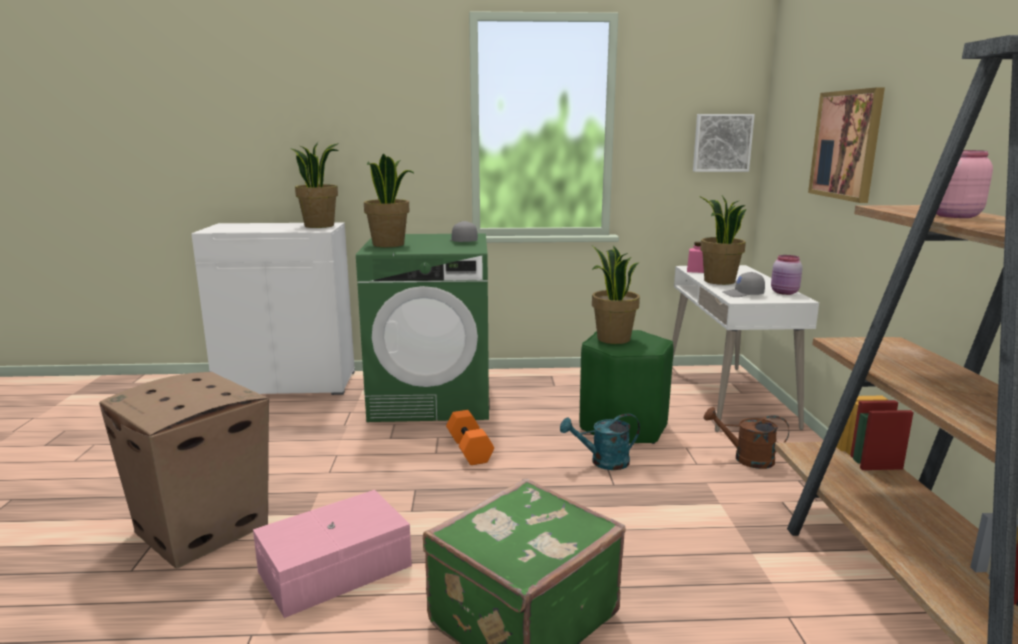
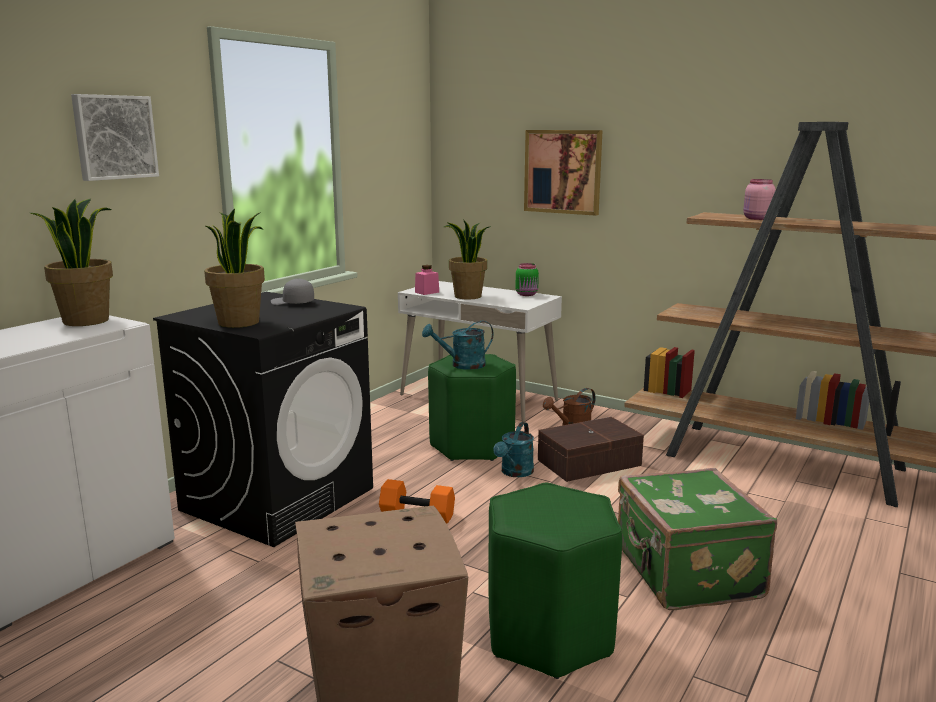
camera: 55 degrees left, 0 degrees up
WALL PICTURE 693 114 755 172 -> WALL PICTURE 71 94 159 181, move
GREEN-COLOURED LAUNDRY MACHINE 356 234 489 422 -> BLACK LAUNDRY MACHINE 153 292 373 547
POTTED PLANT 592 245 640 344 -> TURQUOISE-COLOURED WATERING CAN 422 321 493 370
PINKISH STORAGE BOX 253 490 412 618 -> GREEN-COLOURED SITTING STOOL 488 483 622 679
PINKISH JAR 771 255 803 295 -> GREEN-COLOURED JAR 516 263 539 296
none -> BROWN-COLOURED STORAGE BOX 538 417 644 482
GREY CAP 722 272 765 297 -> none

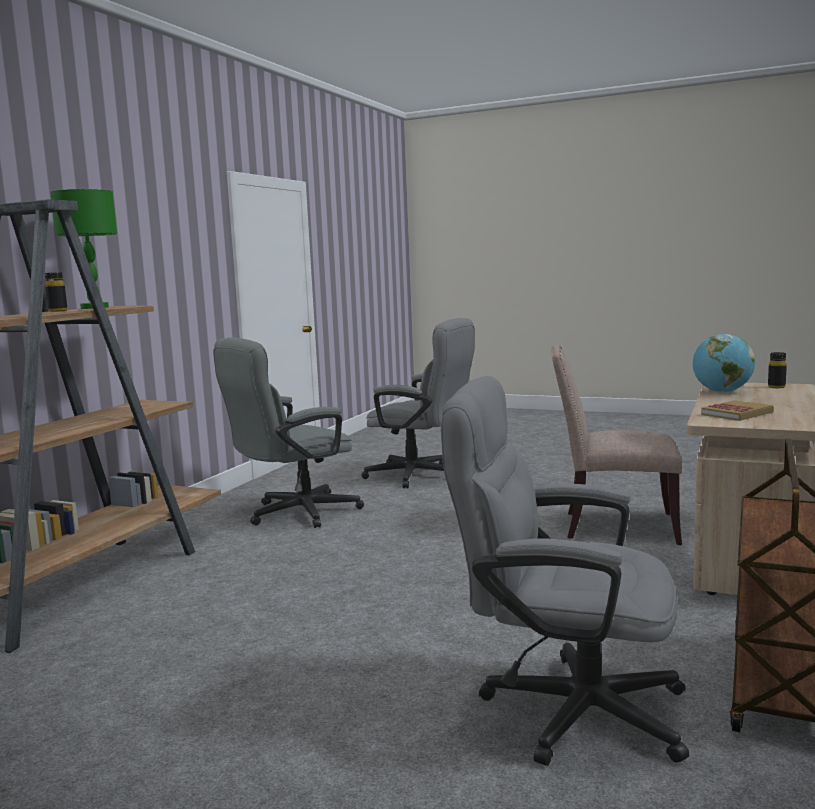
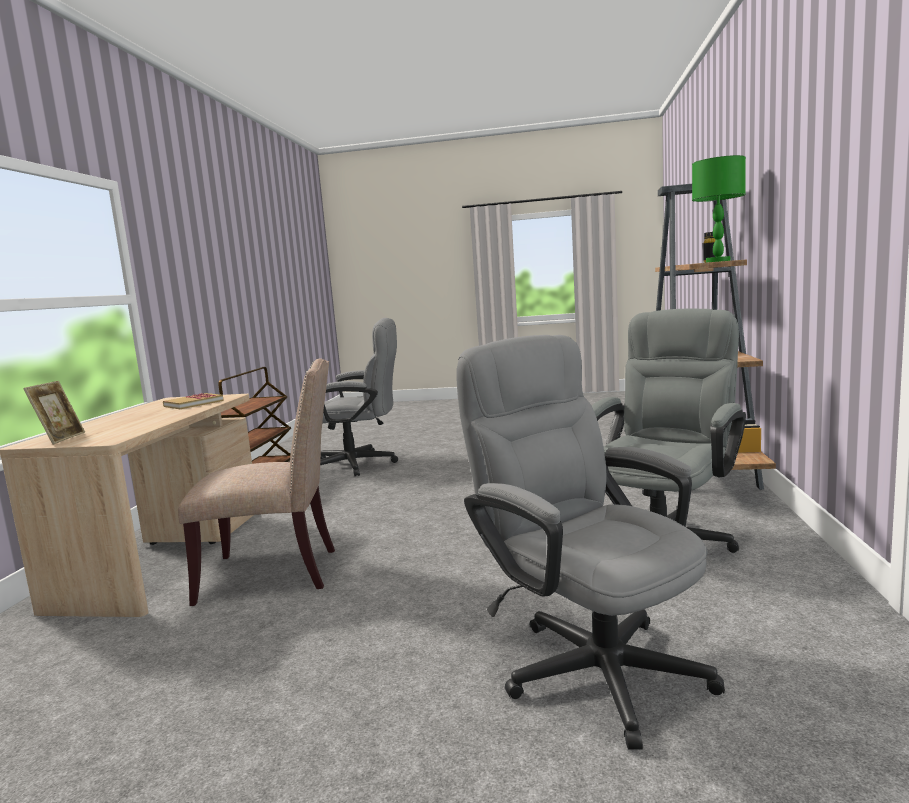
camera: 165 degrees right, 0 degrees up
BLACK BEVERAGE BOTTLE 768 352 787 388 -> PICTURE FRAME 23 381 85 445
GREY DESK CHAIR 361 318 475 488 -> GREY DESK CHAIR 456 335 725 750, 45 degrees clockwise
GLOBE 693 334 755 392 -> none

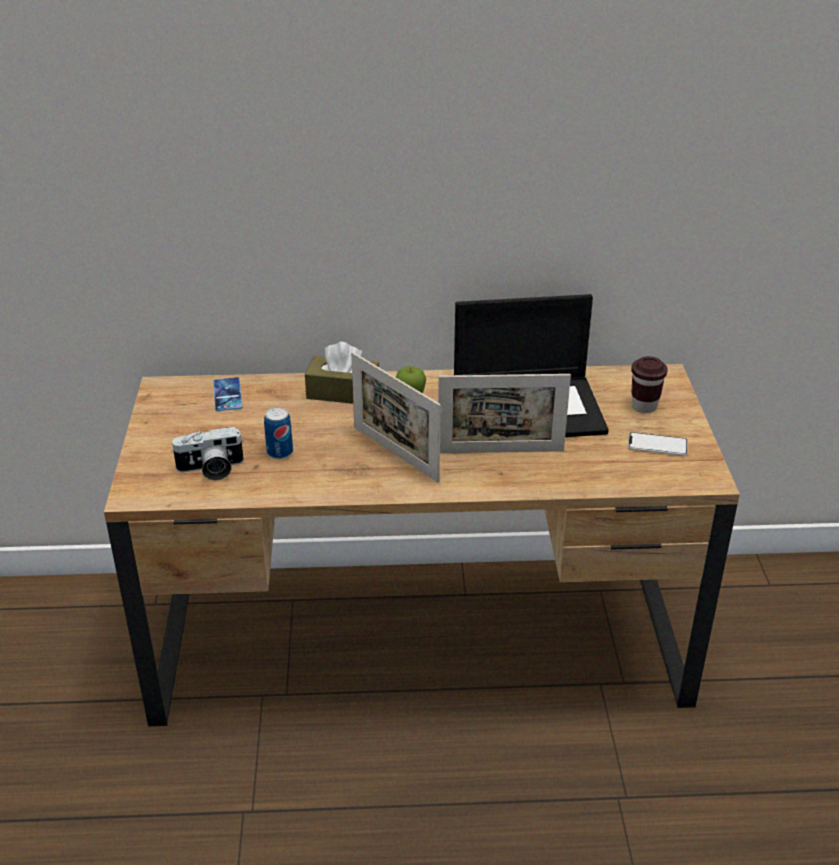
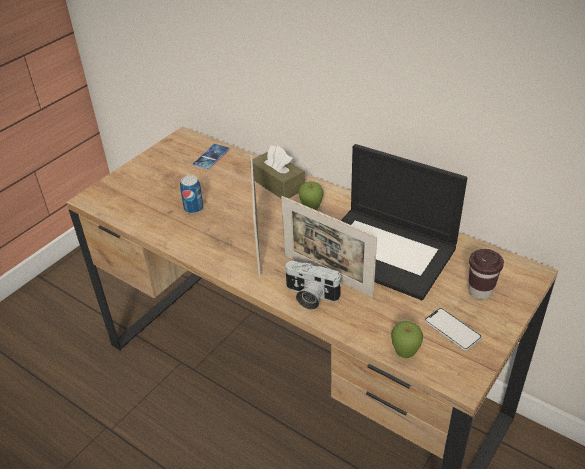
camera: 40 degrees right, 5 degrees up
PHOTO CAMERA 171 427 244 481 -> PHOTO CAMERA 284 261 342 310, move
none -> APPLE FRUIT 391 321 423 358

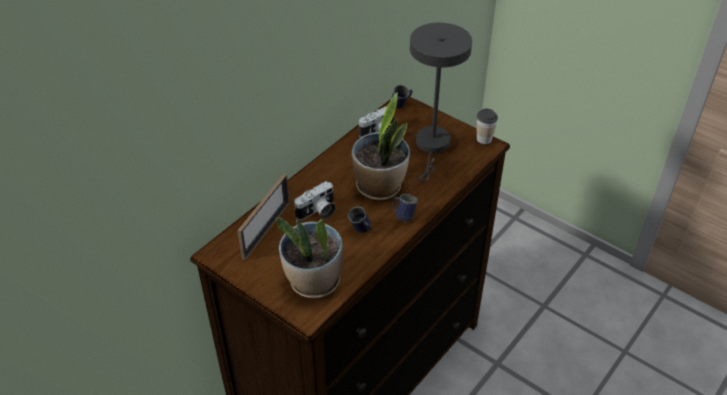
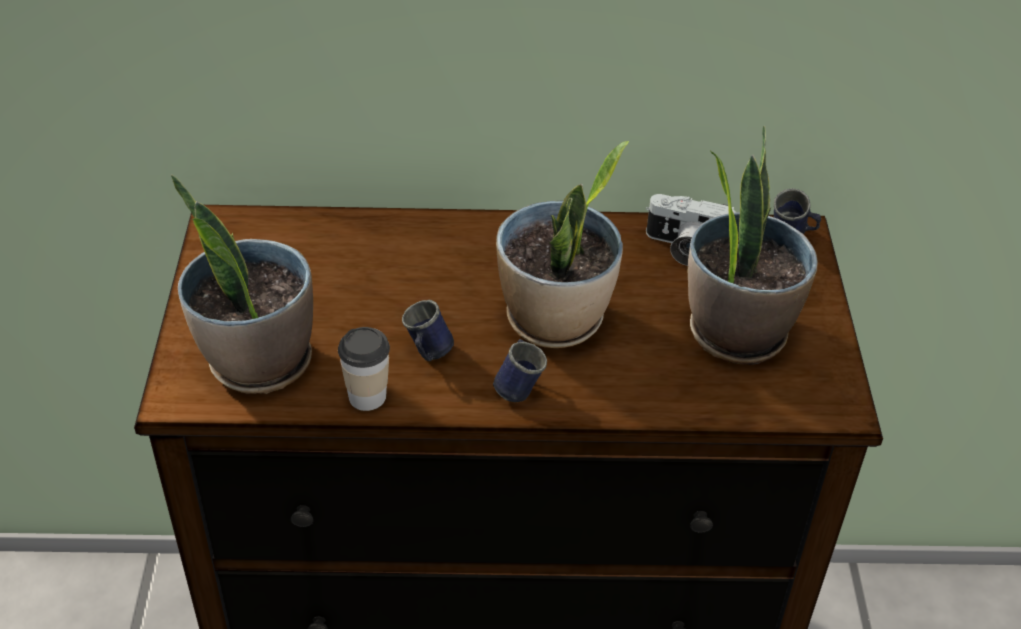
camera: 50 degrees right, 0 degrees up
SMALL CUP 477 109 498 144 -> SMALL CUP 338 327 390 411, move
GREY TABLE LAMP 410 23 472 182 -> POTTED PLANT 688 126 818 365
PICTURE FRAME 237 174 289 260 -> none
PHOTO CAMERA 294 181 336 220 -> none

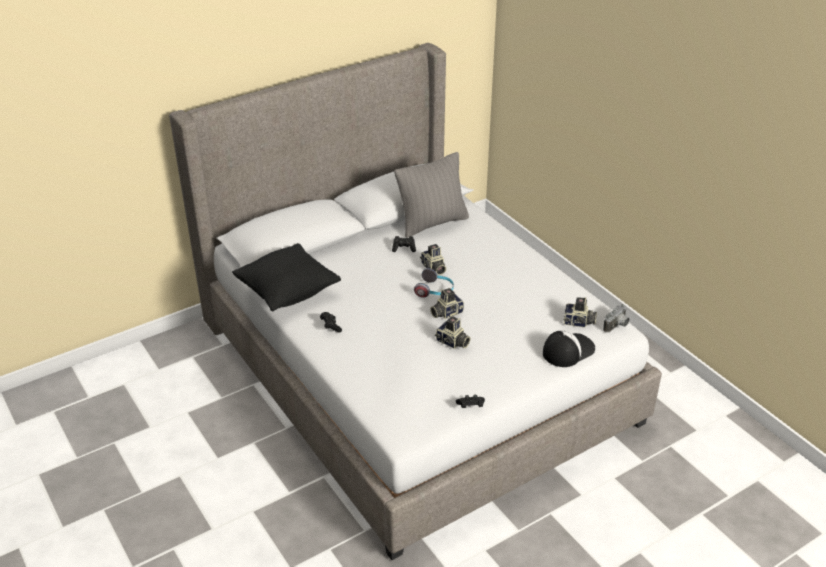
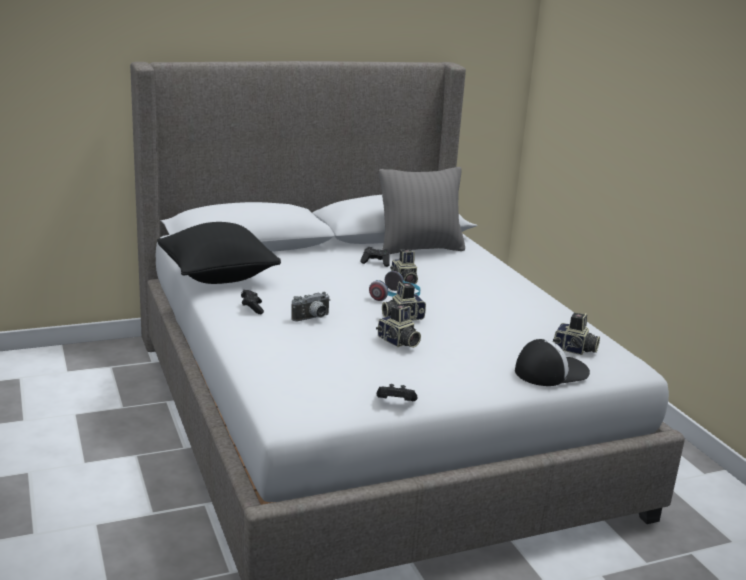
camera: 10 degrees right, 15 degrees down
PHOTO CAMERA 603 304 629 333 -> PHOTO CAMERA 291 292 330 321, move

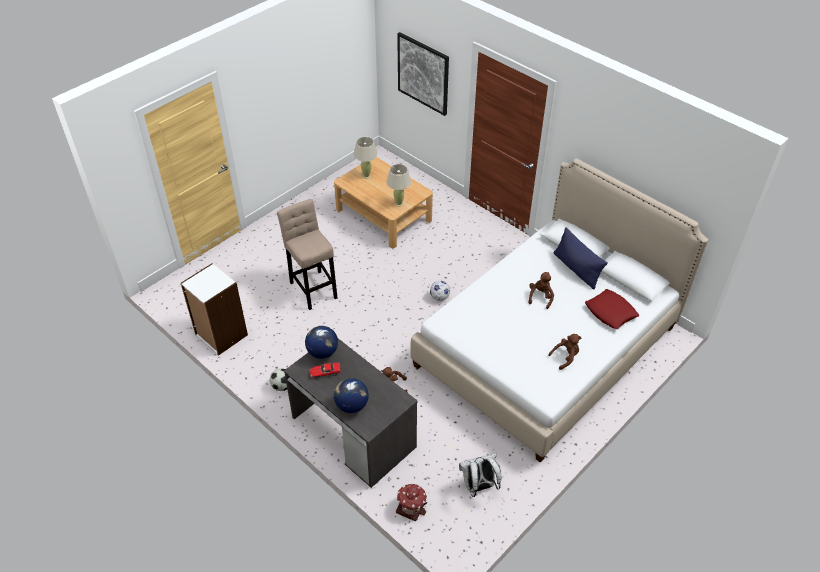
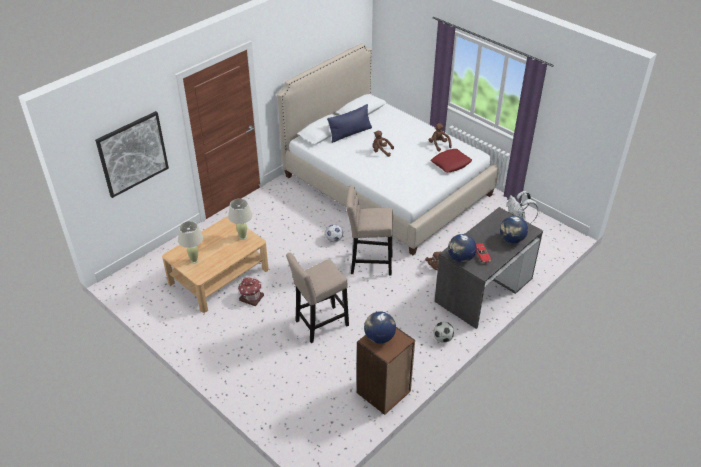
camera: 90 degrees left, 5 degrees down
MINIATURE HOUSE 396 484 427 521 -> MINIATURE HOUSE 238 277 264 306, move
none -> BEIGE-COLOURED SITTING STOOL 346 185 393 275
WHITE-COLOURED SHELVING UNIT 181 263 248 356 -> BROWN-COLOURED SHELVING UNIT 357 327 415 415
none -> GLOBE 364 311 396 344
REDDISH THROW PILLOW 585 289 639 329 -> REDDISH THROW PILLOW 431 149 472 172, move

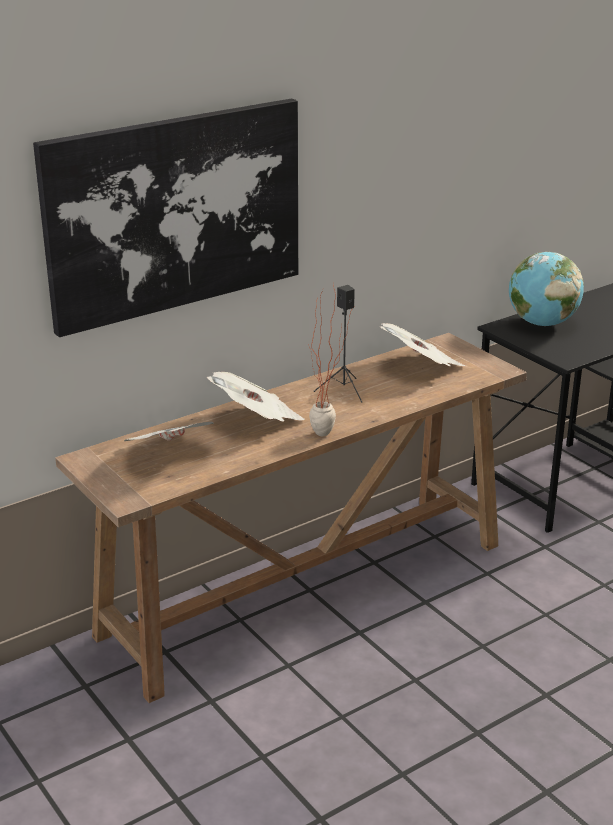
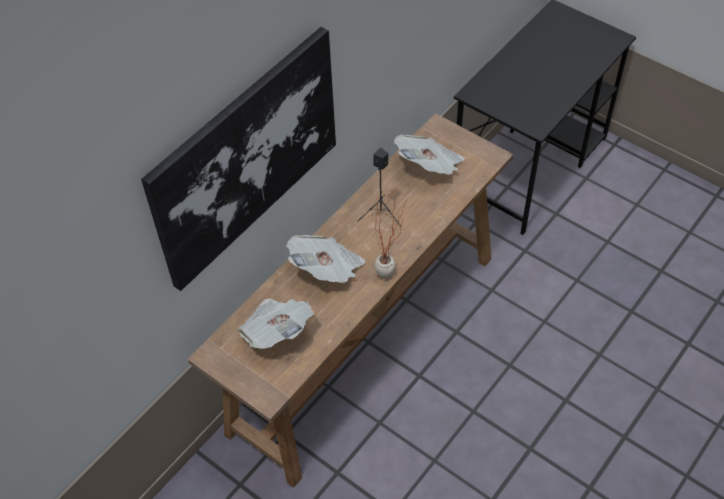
camera: 15 degrees left, 25 degrees up
GLOBE 509 252 584 326 -> none

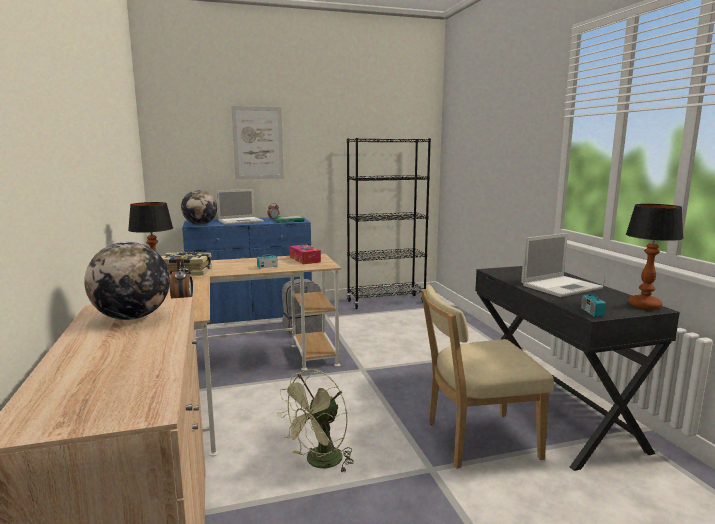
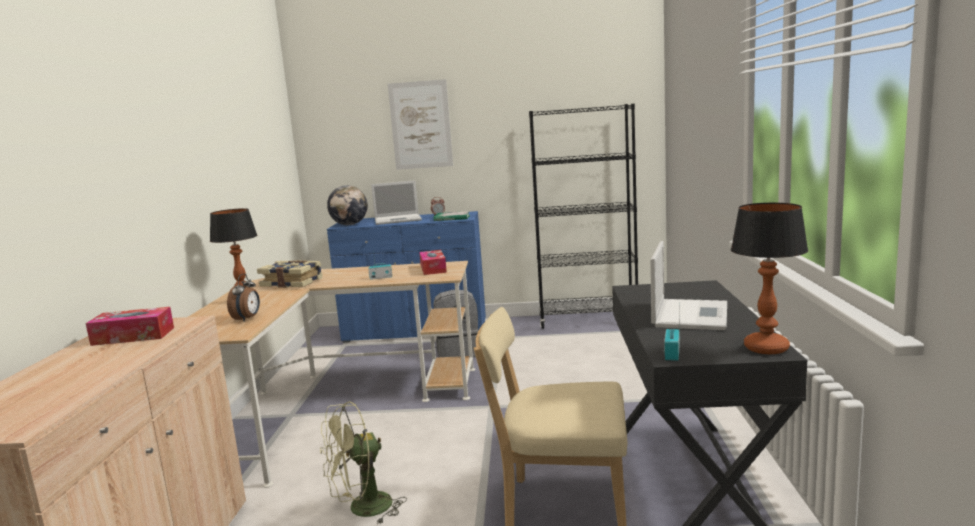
camera: 20 degrees right, 0 degrees up
GLOBE 84 242 170 320 -> TISSUE HOLDER 86 307 174 346
LAPTOP 521 233 603 297 -> LAPTOP 650 241 727 330, 60 degrees counterclockwise

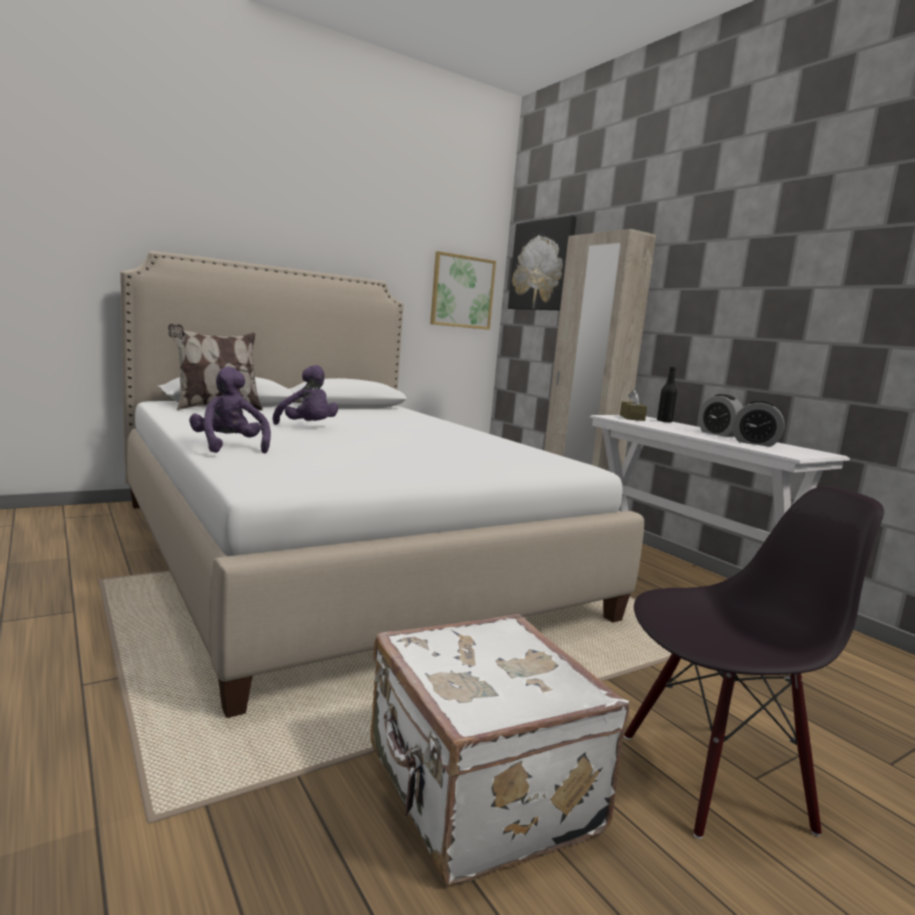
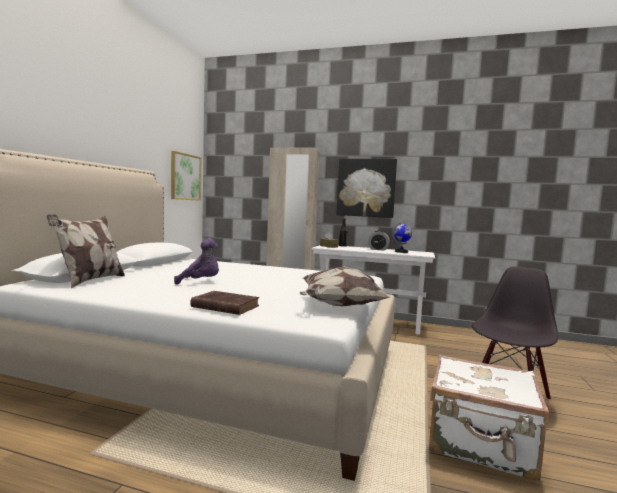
camera: 40 degrees left, 5 degrees down
PURPLE-COLOURED SOFT TOY 189 367 271 454 -> BROWN-COLOURED VOLUME 191 291 259 315
none -> THROW PILLOW 300 266 391 306
WALL PICTURE 508 215 577 310 -> WALL PICTURE 336 158 397 218, move
BEDSIDE CLOCK 732 400 785 447 -> GLOBE 392 222 412 253

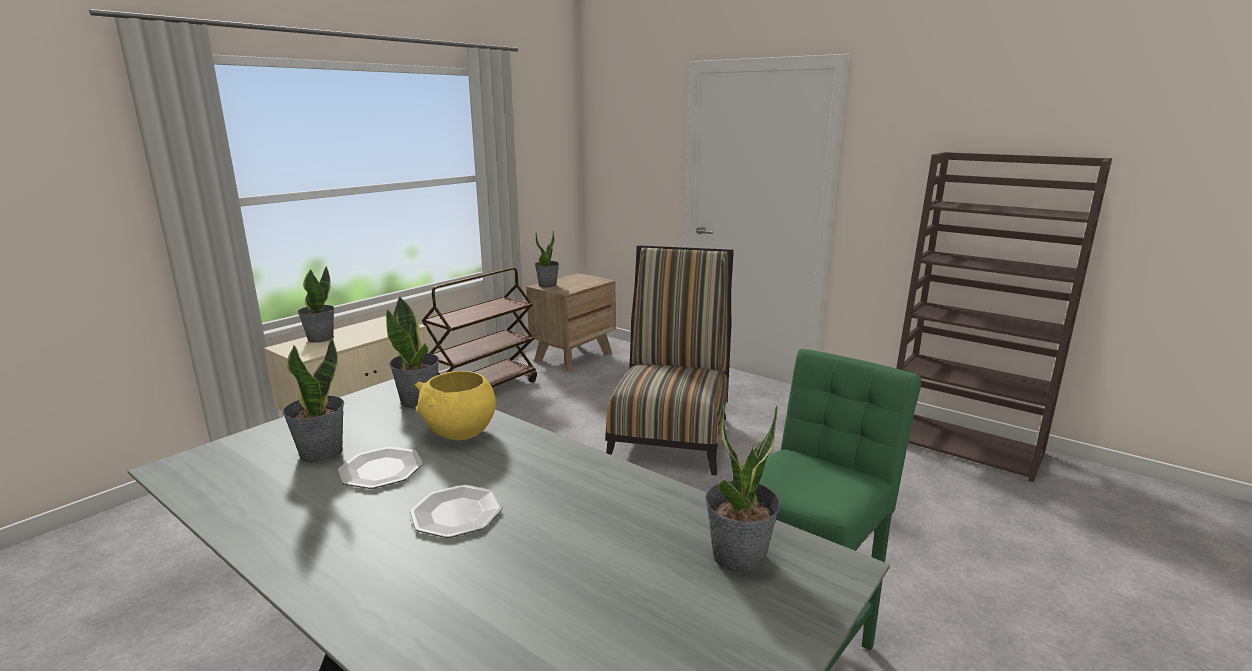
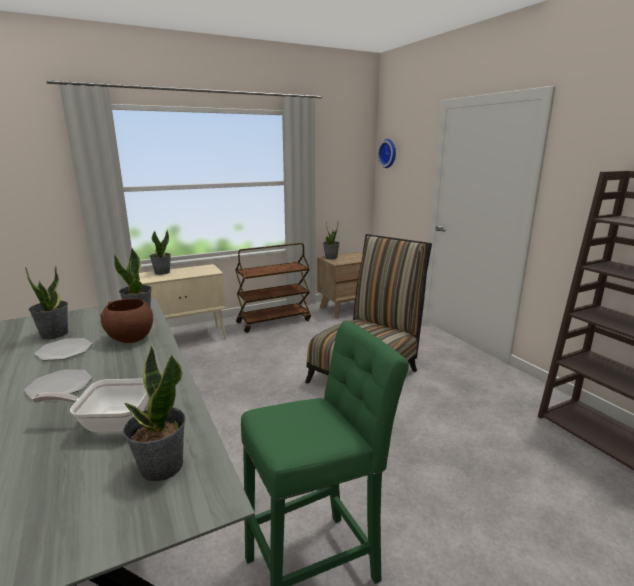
camera: 25 degrees right, 0 degrees up
none -> FRYING PAN 32 379 148 433
YELLOWISH BOWL 415 371 496 440 -> BROWN-COLOURED BOWL 100 298 153 343
none -> HANGING CLOCK 378 139 396 168

